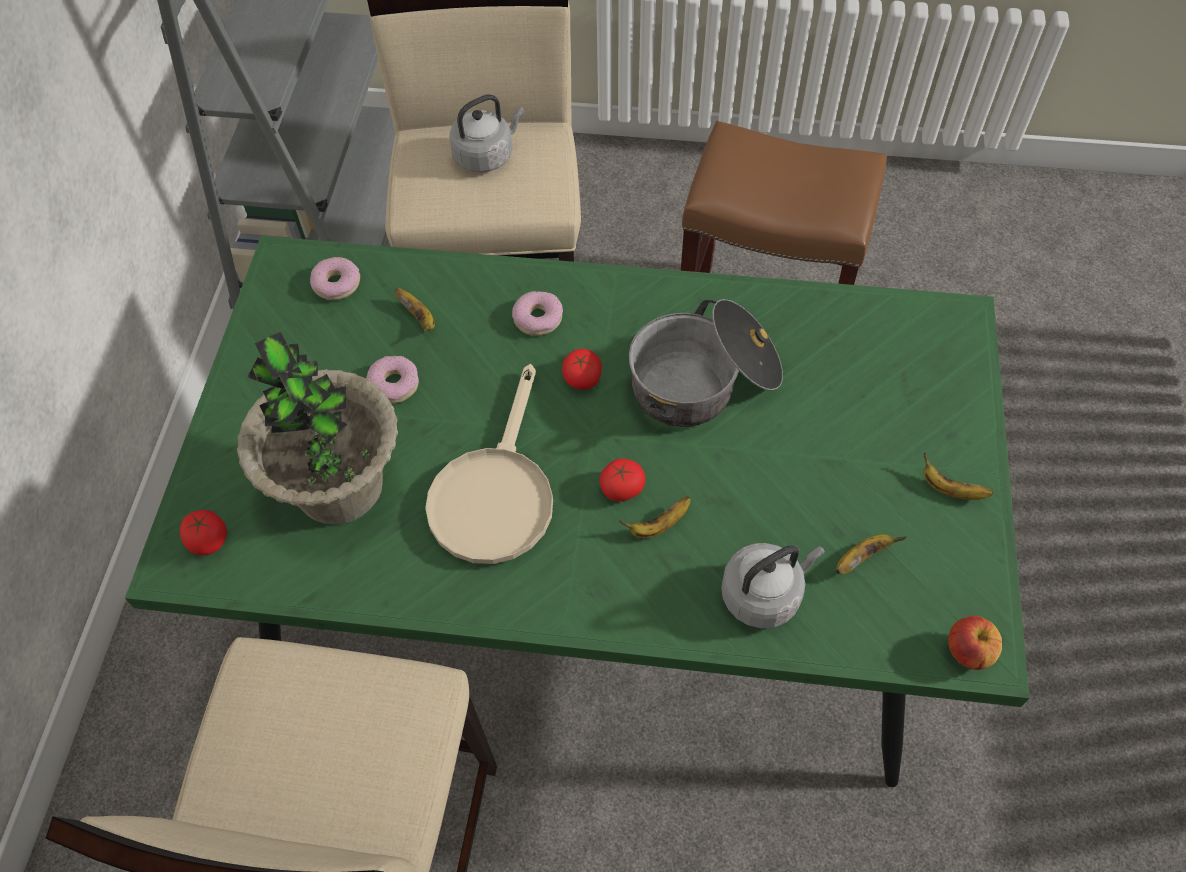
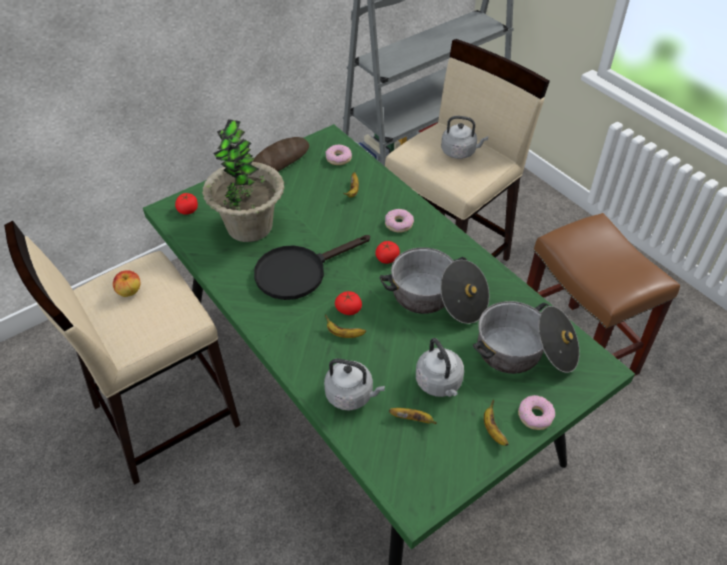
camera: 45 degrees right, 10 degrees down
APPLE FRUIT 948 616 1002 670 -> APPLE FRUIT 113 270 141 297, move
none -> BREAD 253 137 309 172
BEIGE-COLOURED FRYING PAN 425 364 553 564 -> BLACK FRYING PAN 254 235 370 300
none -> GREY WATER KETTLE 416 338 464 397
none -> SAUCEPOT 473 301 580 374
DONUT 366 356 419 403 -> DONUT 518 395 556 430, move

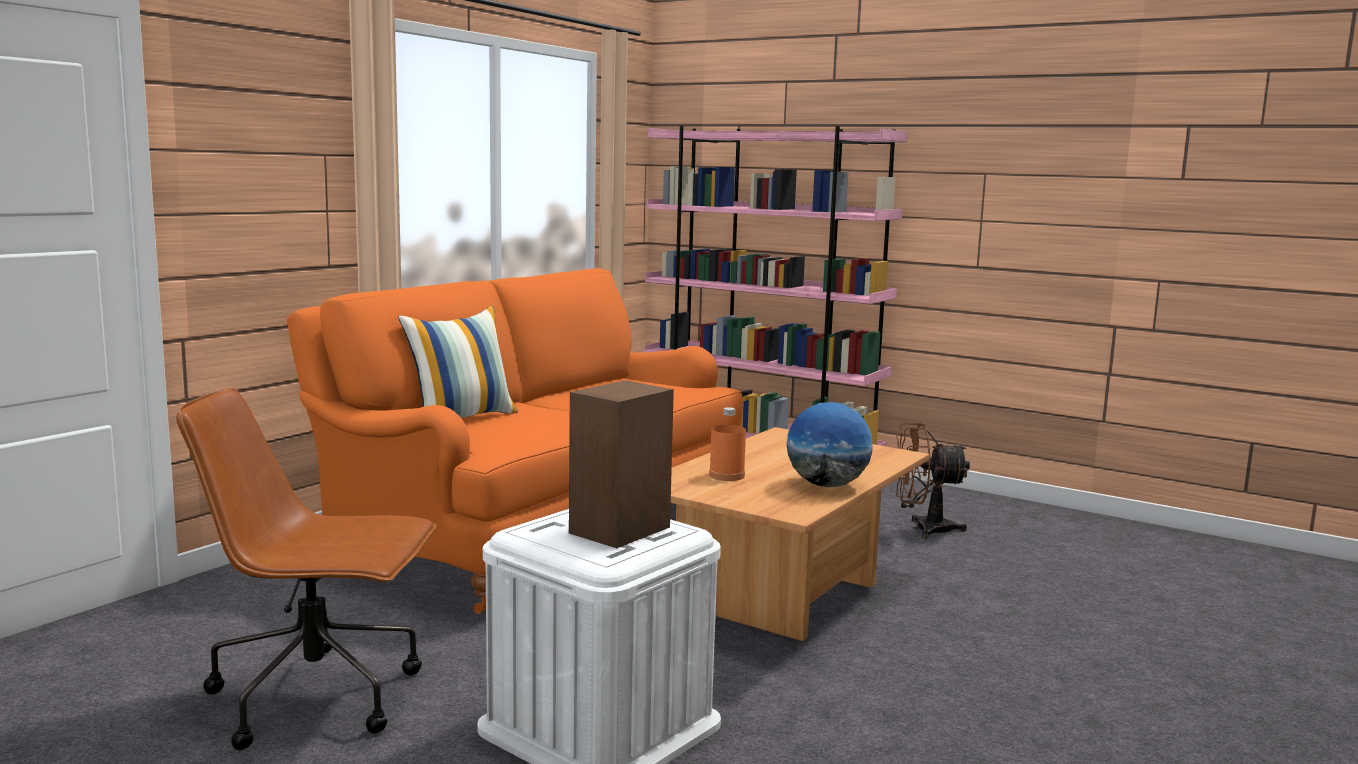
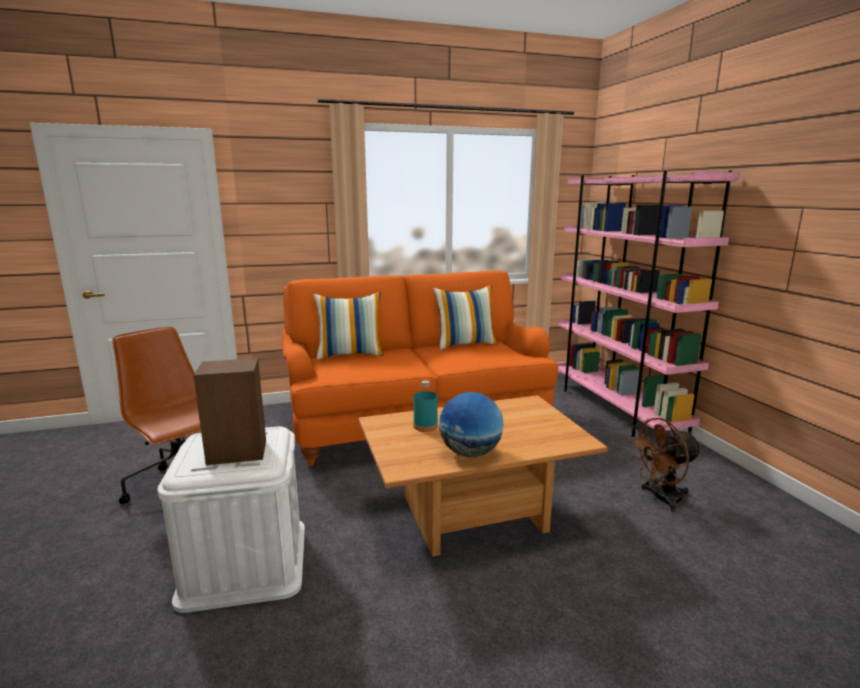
camera: 40 degrees right, 5 degrees up
ORANGE BEVERAGE BOTTLE 709 407 746 481 -> TURQUOISE-COLOURED BEVERAGE BOTTLE 413 381 438 432
none -> THROW PILLOW 433 285 498 350
BROWN-COLOURED ELECTRIC FAN 896 423 970 539 -> BROWN-COLOURED ELECTRIC FAN 628 418 702 512, 60 degrees counterclockwise

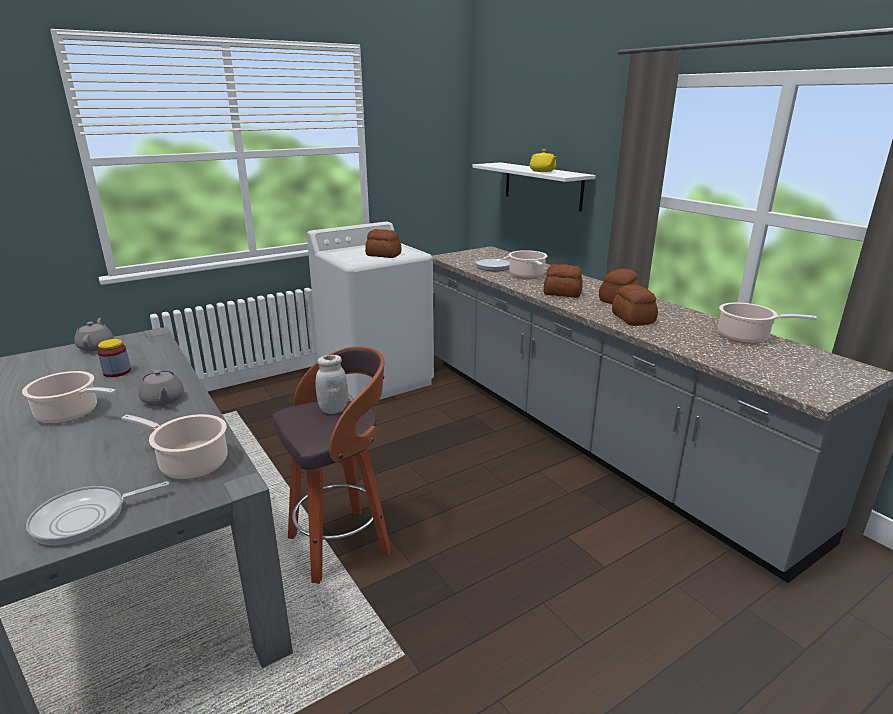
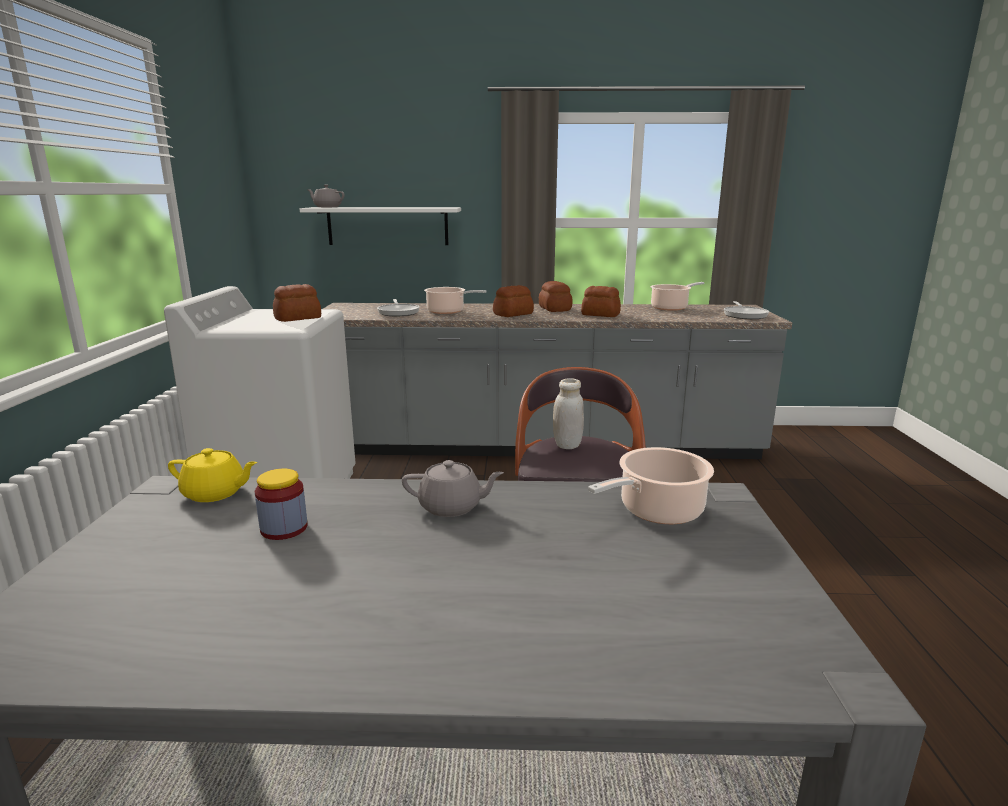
camera: 55 degrees left, 5 degrees down
YELLOWISH TEAPOT 530 150 557 172 -> YELLOWISH TEAPOT 168 448 257 502, move
GREY TEAPOT 74 318 114 351 -> GREY TEAPOT 307 185 345 207, move
FRYING PAN 26 481 169 545 -> FRYING PAN 724 301 769 319, move
SAUCEPOT 22 371 116 424 -> none

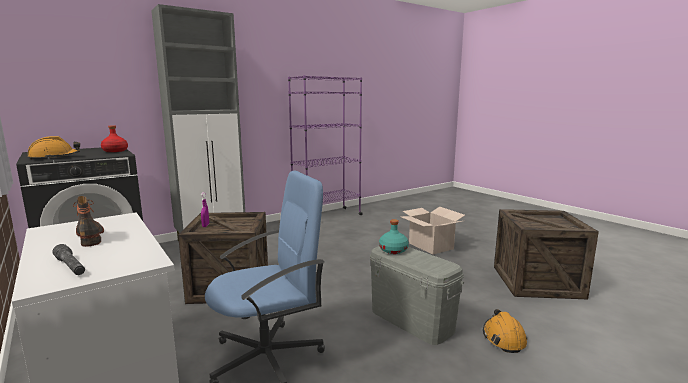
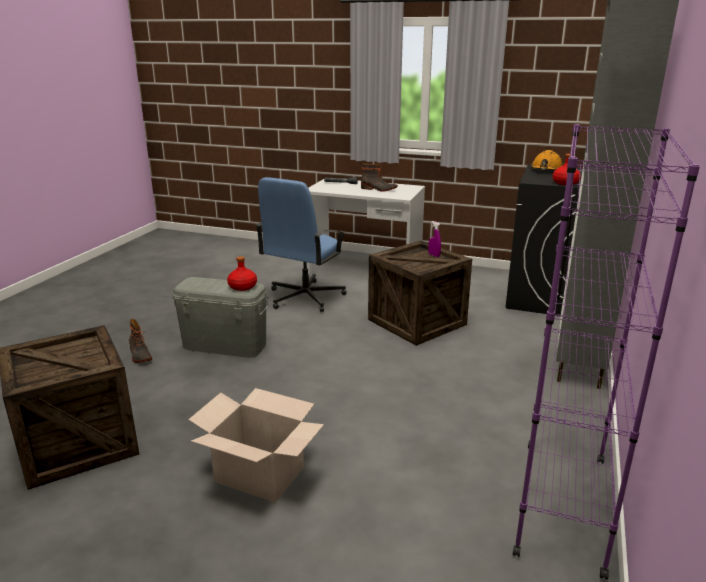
camera: 145 degrees right, 10 degrees up
ORANGE SAFETY HELMET 483 309 527 353 -> TALL BOOT 129 319 152 363
TURQUOISE-COLOURED BEVERAGE BOTTLE 379 219 409 254 -> REDDISH BEVERAGE BOTTLE 227 256 257 291

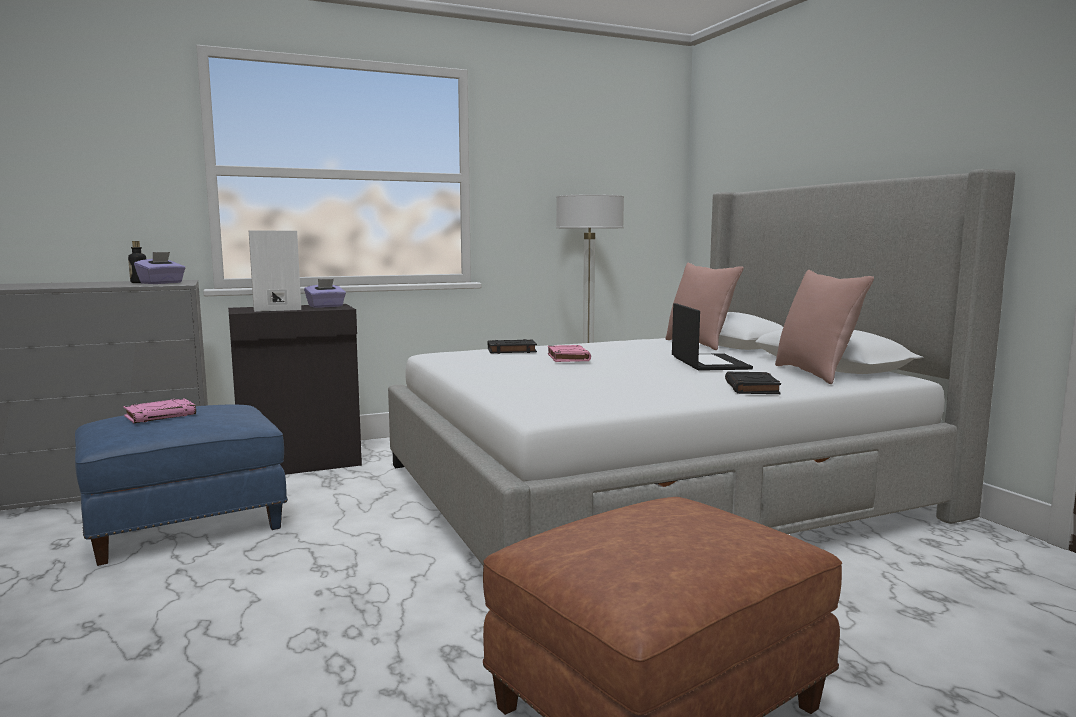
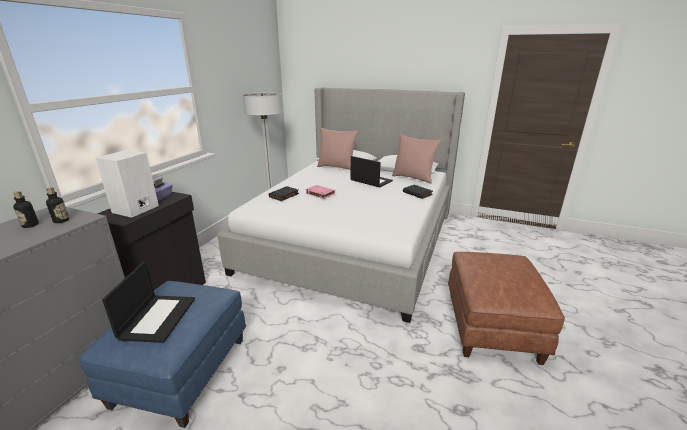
camera: 45 degrees left, 15 degrees up
PURPLE-COLOURED TISSUE HOLDER 134 252 185 284 -> BEVERAGE BOTTLE 46 187 69 223
PINKISH VOLUME 123 398 196 423 -> LAPTOP 102 261 195 343

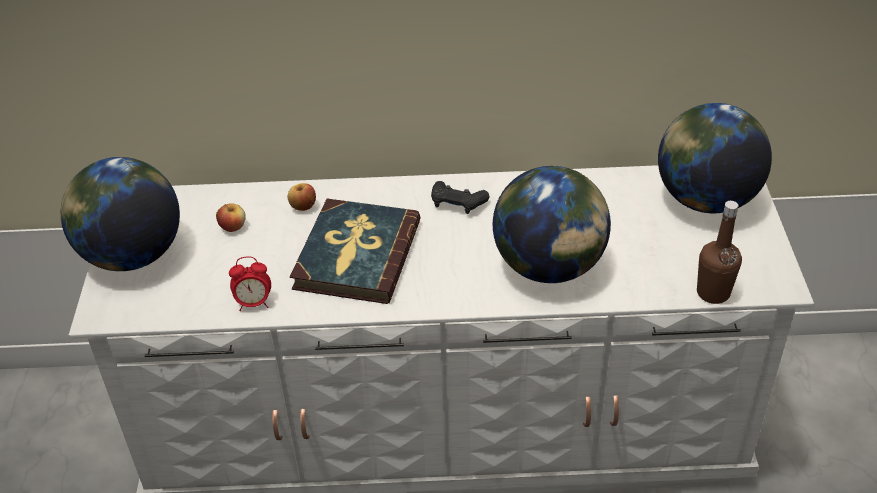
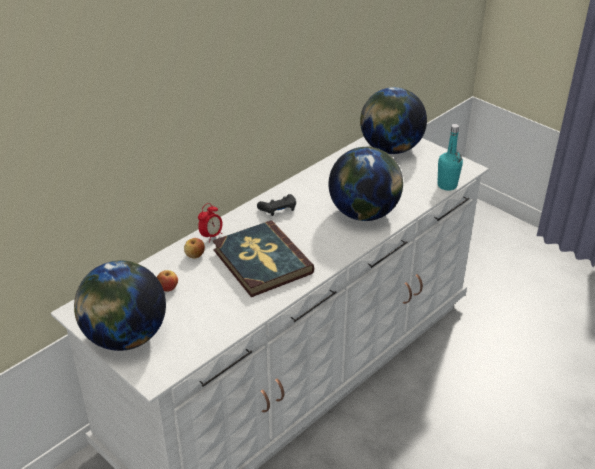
camera: 45 degrees left, 5 degrees down
BEDSIDE CLOCK 229 256 271 311 -> BEDSIDE CLOCK 198 203 222 239, move
BROWN-COLOURED BEVERAGE BOTTLE 697 201 742 304 -> TURQUOISE-COLOURED BEVERAGE BOTTLE 438 124 463 191

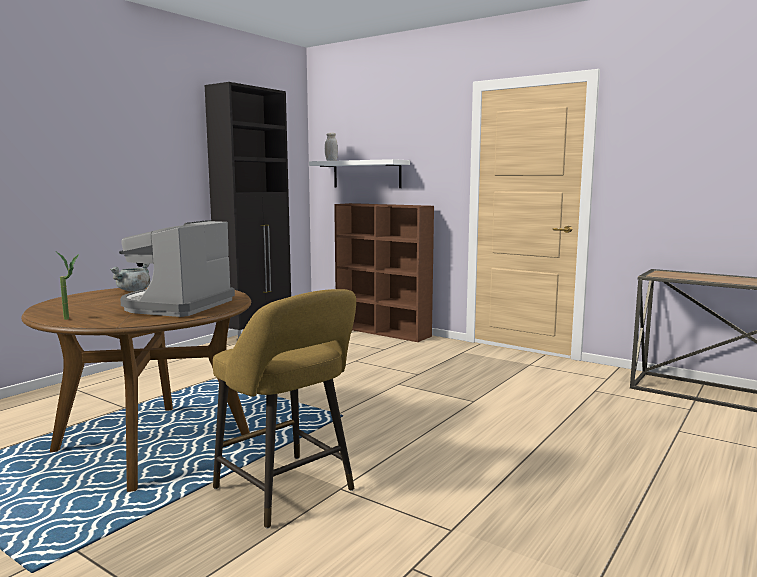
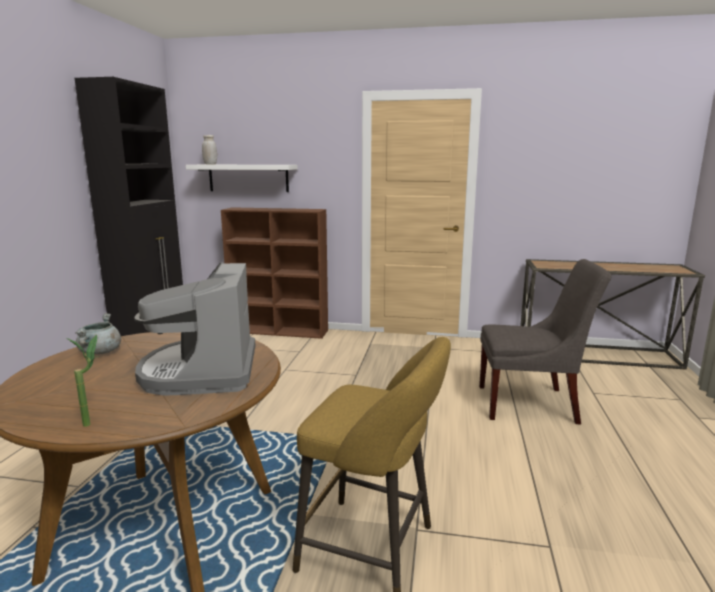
camera: 25 degrees left, 5 degrees up
none -> GREY UPRIGHT CHAIR 479 259 612 424

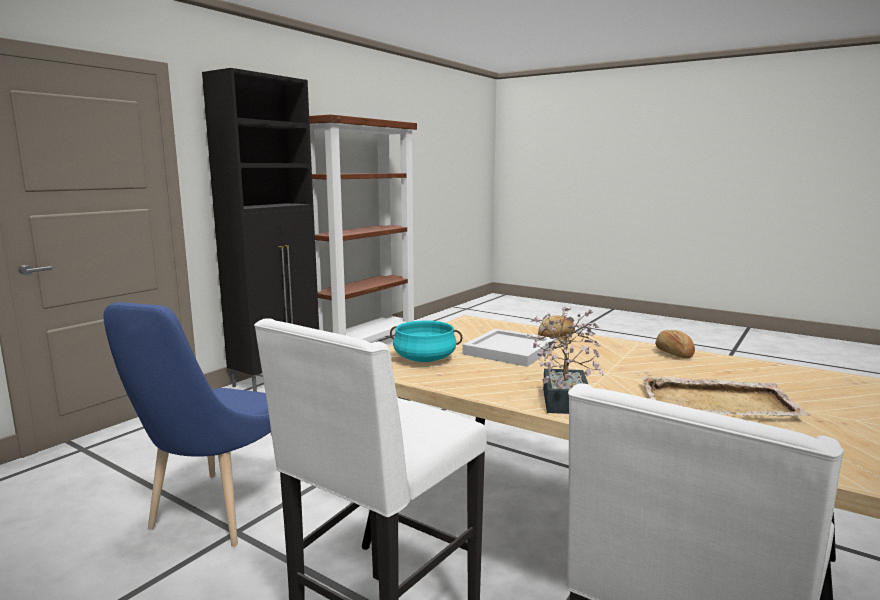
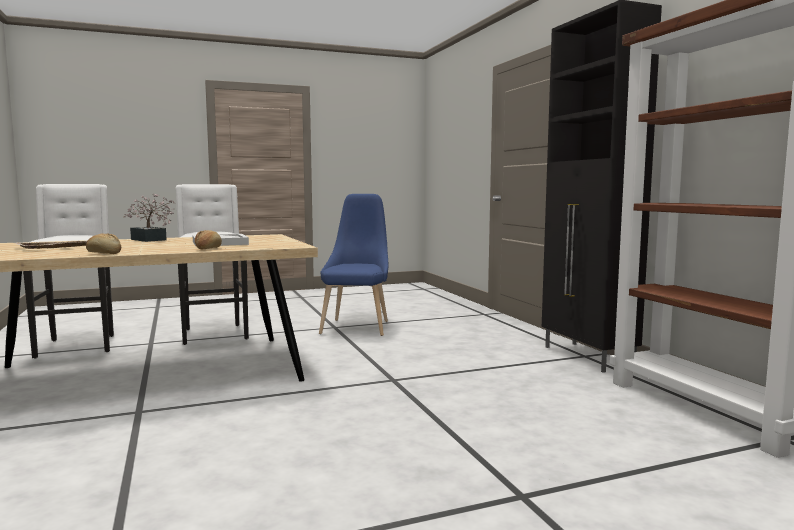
camera: 125 degrees right, 5 degrees down
BLUE UPRIGHT CHAIR 104 302 272 547 -> BLUE UPRIGHT CHAIR 319 194 388 336, 45 degrees clockwise
TURQUOISE-COLOURED SAUCEPOT 390 320 462 362 -> none

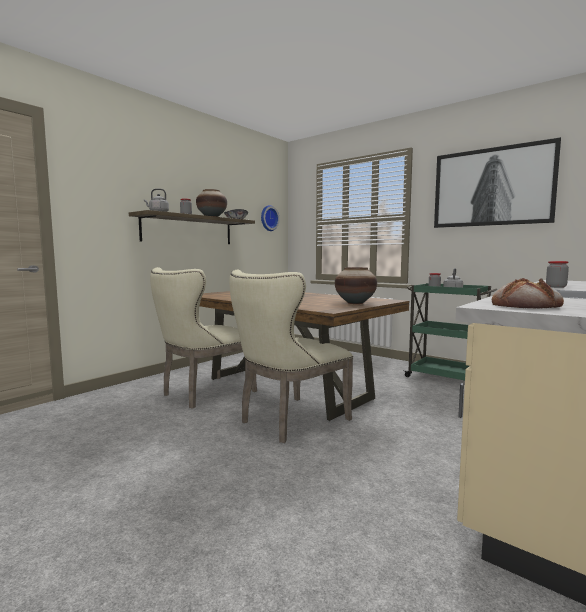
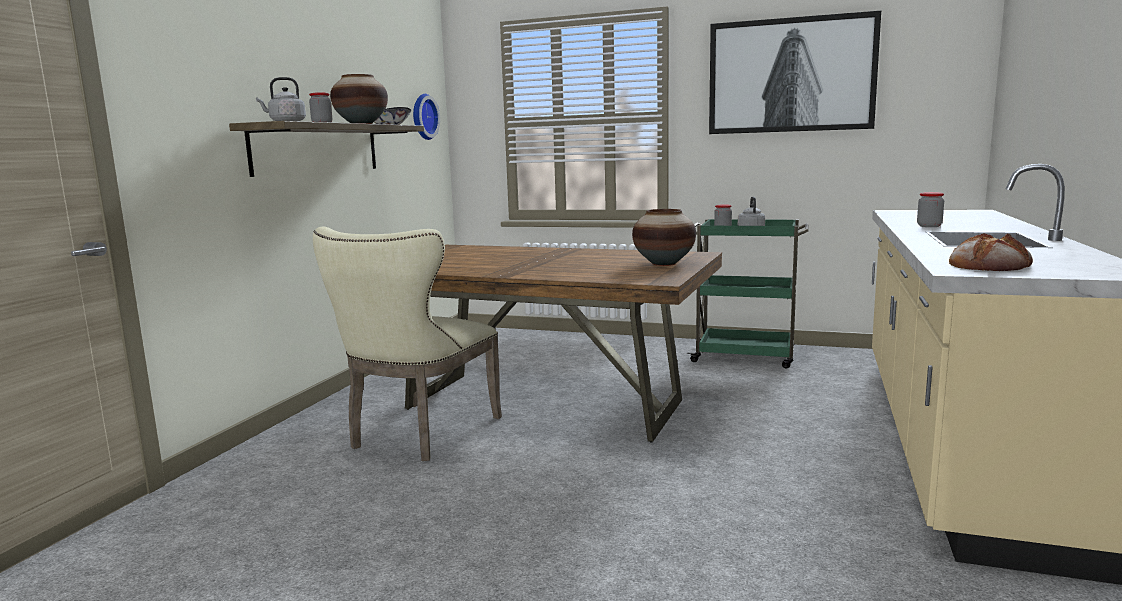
camera: 20 degrees left, 5 degrees up
BEIGE-COLOURED UPRIGHT CHAIR 229 270 353 443 -> none

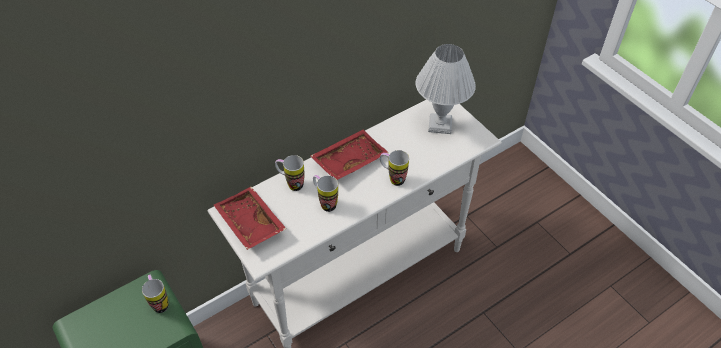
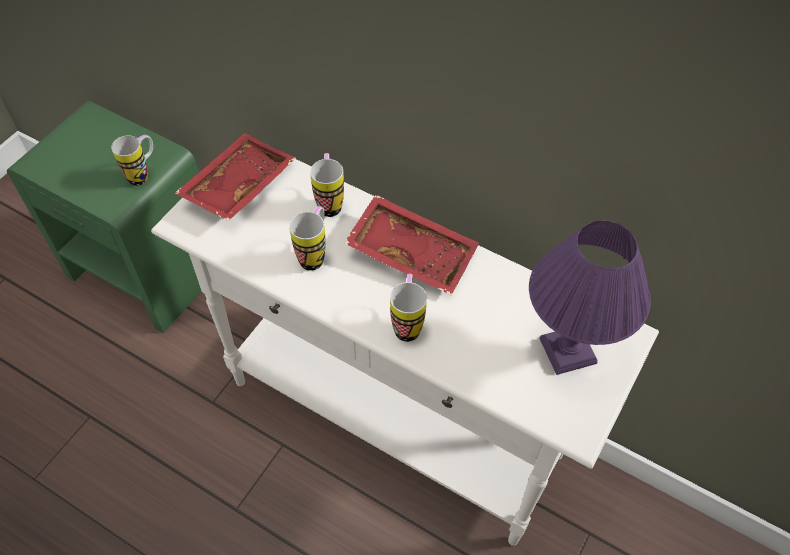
camera: 65 degrees right, 5 degrees up
WHITE-COLOURED TABLE LAMP 415 44 476 134 -> PURPLE-COLOURED TABLE LAMP 529 220 651 375

